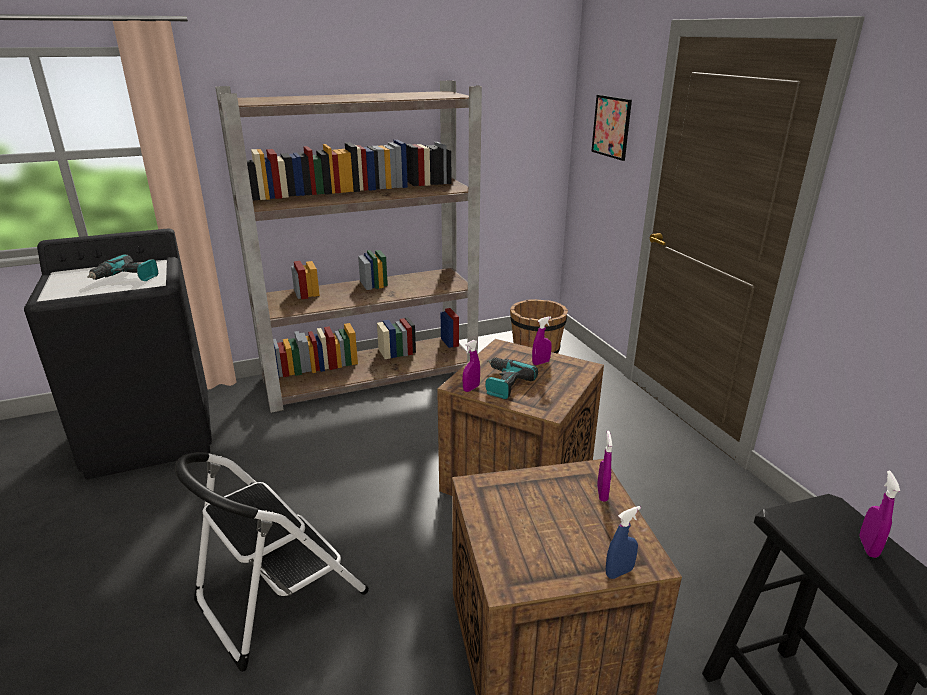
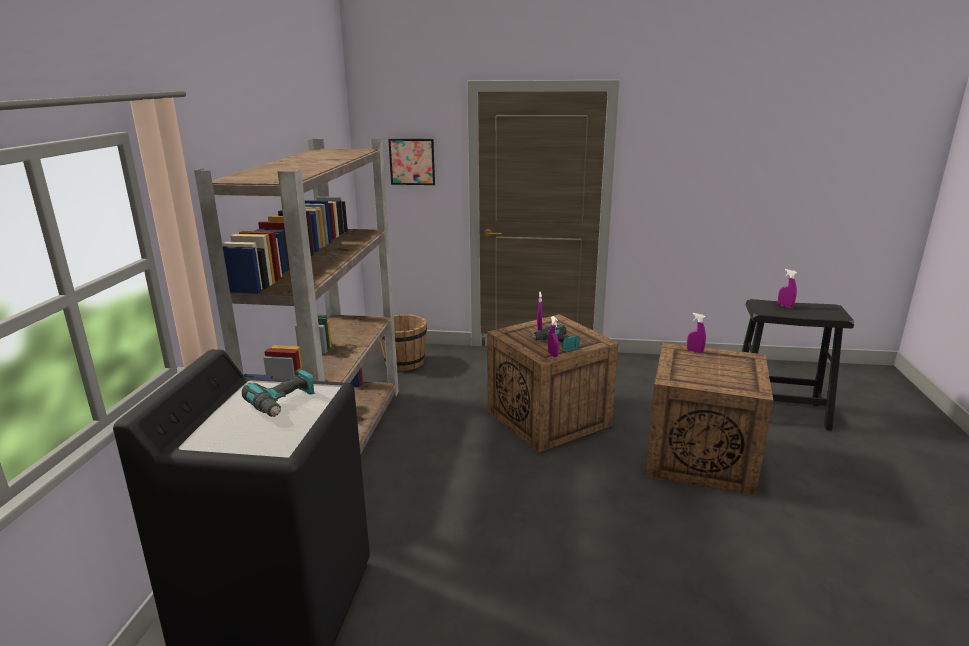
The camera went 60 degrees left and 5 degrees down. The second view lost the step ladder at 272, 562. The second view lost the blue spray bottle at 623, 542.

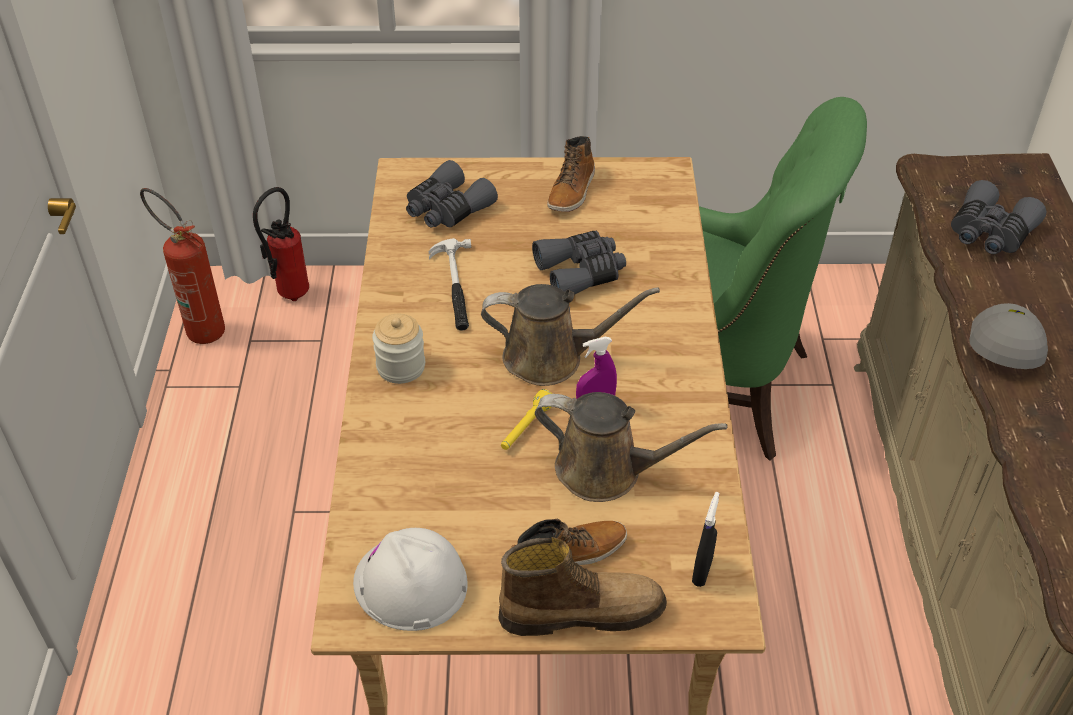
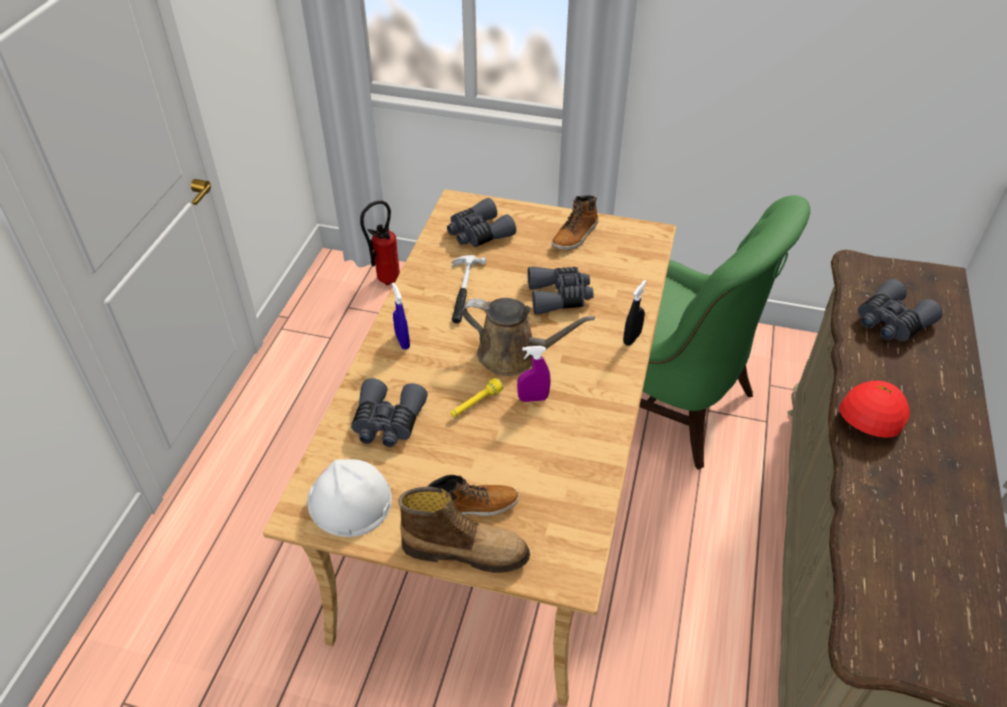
The camera went 15 degrees right and 0 degrees up. The second view gained the gray binoculars at 389, 412. Where the jar stood at 398, 349, the blue spray bottle came to stand at 401, 316. The blackish spray bottle ended up elsewhere, having gone from 706, 539 to 635, 313. What was the gray baseball cap at 1008, 336 turned into the reddish baseball cap at 874, 409. The second view lost the fire extinguisher at 182, 266. The second view lost the brown watering can at 631, 447.

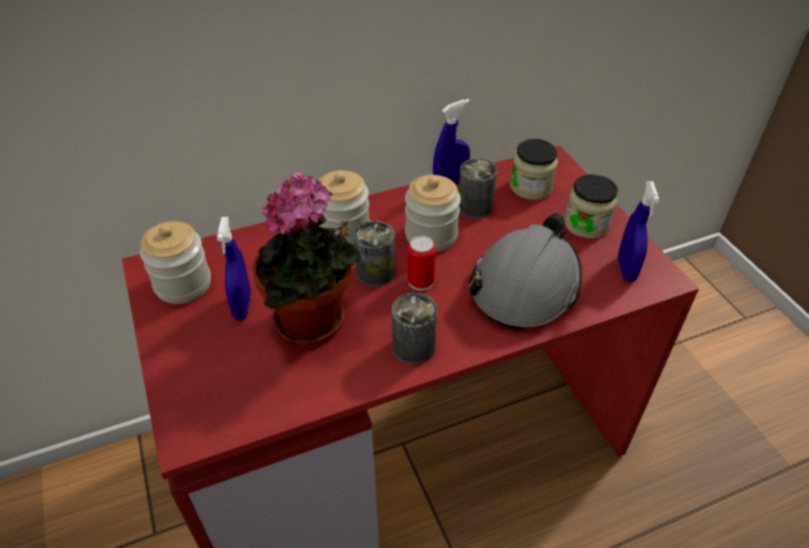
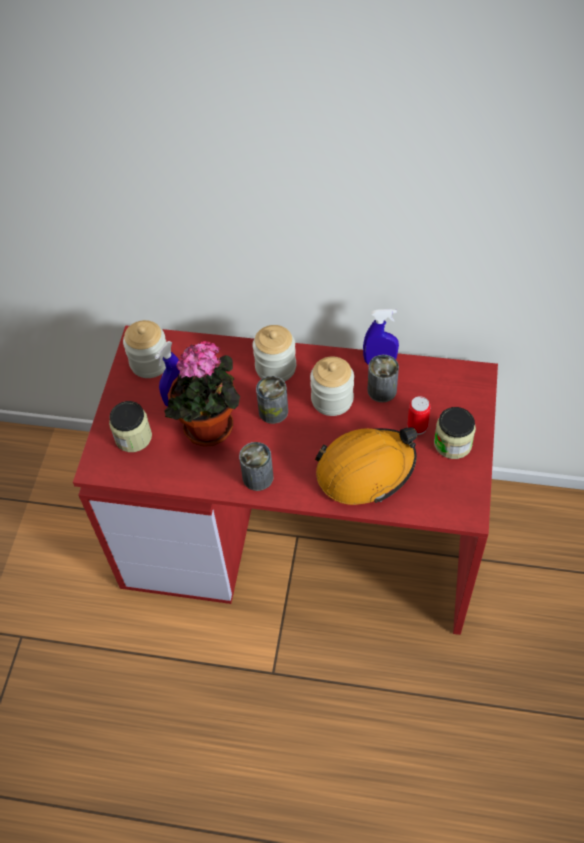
The camera went 35 degrees right and 10 degrees up. The jar ended up elsewhere, having gone from 534, 169 to 130, 426. What was the gray safety helmet at 525, 271 turned into the orange safety helmet at 366, 466. The metal can ended up elsewhere, having gone from 422, 263 to 419, 415. The second view lost the blue spray bottle at 638, 231.

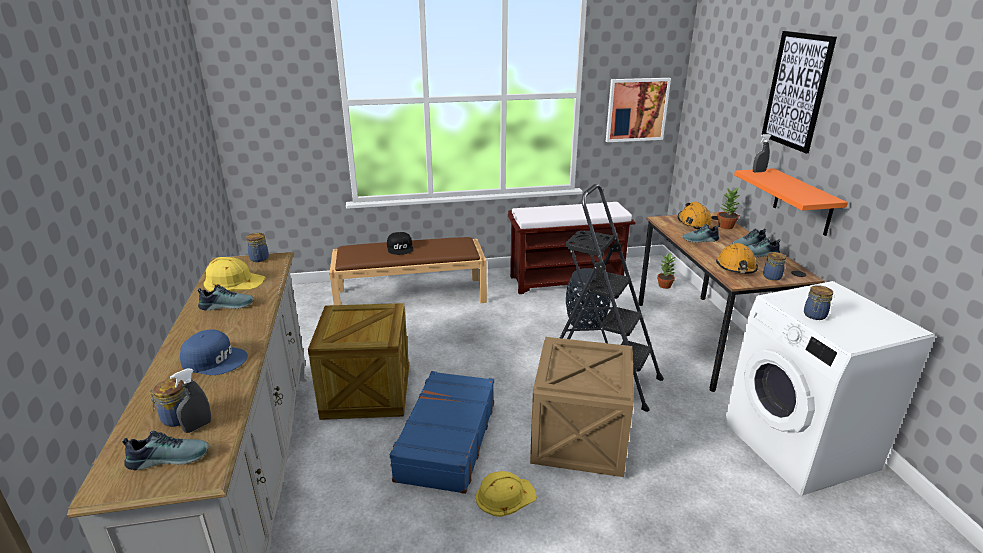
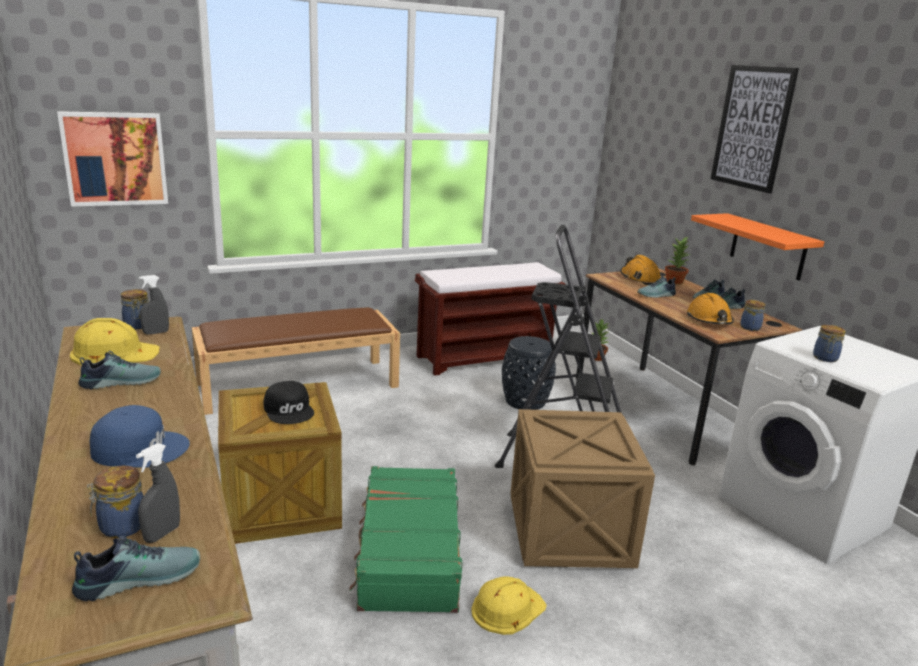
The camera went 15 degrees left and 5 degrees down. The picture ended up elsewhere, having gone from 638, 110 to 112, 159. The gray spray bottle ended up elsewhere, having gone from 762, 153 to 154, 304. The blackish baseball cap ended up elsewhere, having gone from 400, 243 to 289, 402. What was the blue travel case at 442, 432 turned into the greenish travel case at 405, 539.

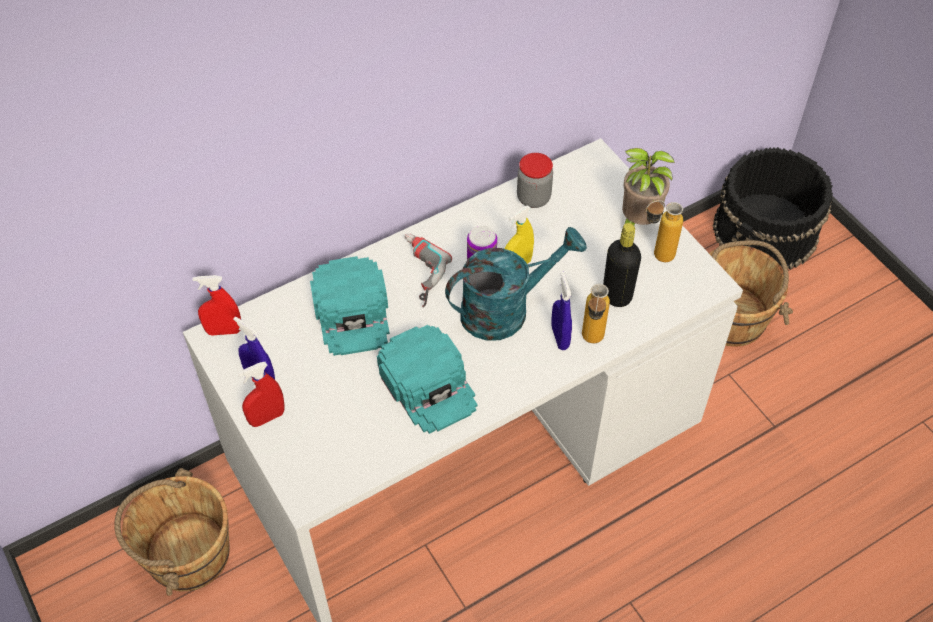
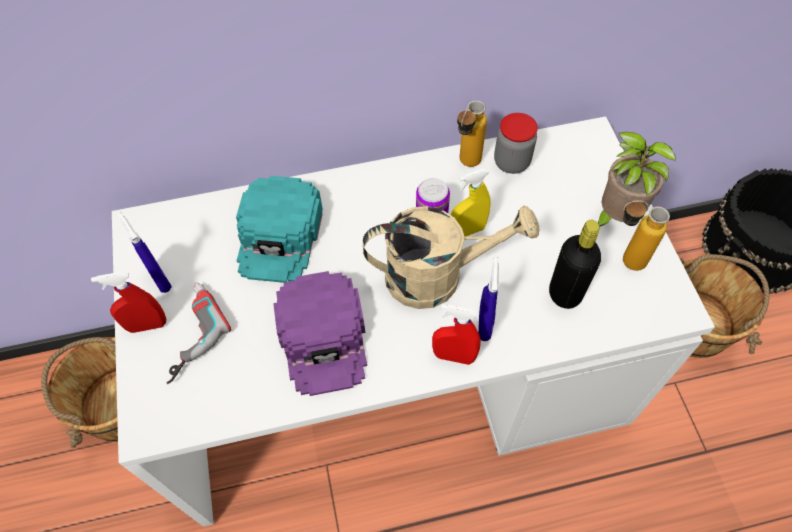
The camera went 20 degrees right and 5 degrees up. The electric drill ended up elsewhere, having gone from 428, 270 to 199, 333. What was the blue-green baseball cap at 427, 379 turned into the purple baseball cap at 320, 333. What was the blue-green watering can at 516, 284 turned into the sand-coloured watering can at 451, 257. The reddish spray bottle ended up elsewhere, having gone from 216, 305 to 456, 334. The drink bottle ended up elsewhere, having gone from 596, 313 to 472, 134.

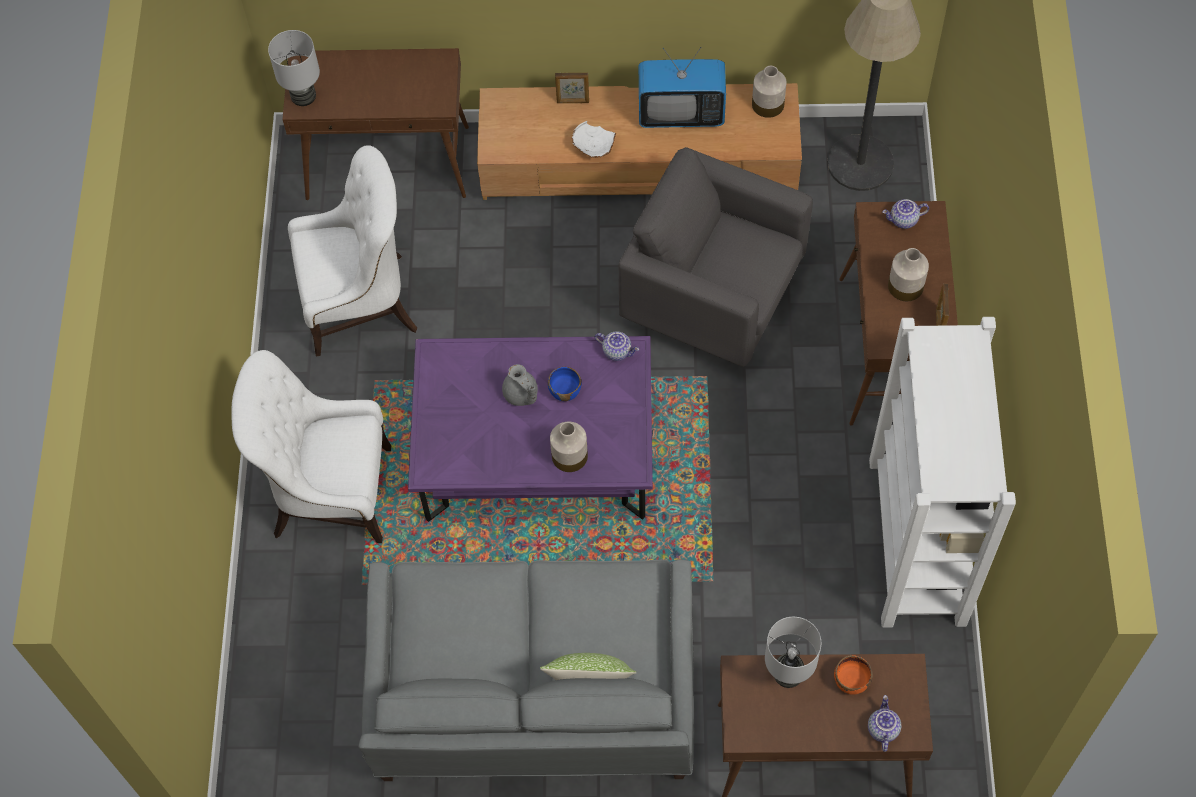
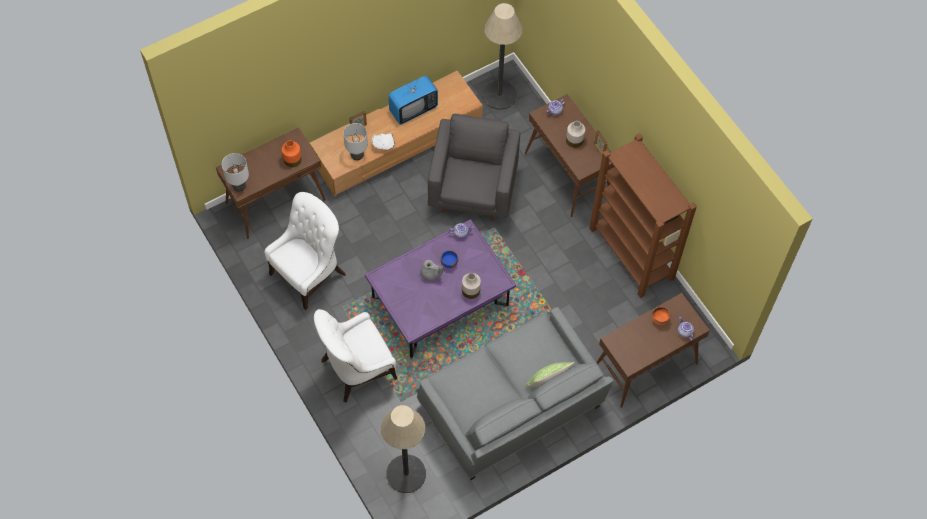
The camera went 35 degrees left and 0 degrees up. The second view gained the orange decorative vase at 292, 153. The gray tabletop lamp ended up elsewhere, having gone from 793, 652 to 355, 141. The second view gained the standing lamp at 403, 449. The gray armchair at 716, 257 ended up facing another way, 105 degrees clockwise from before. What was the white-coloured bookshelf at 942, 472 turned into the brown bookshelf at 643, 215. The second view lost the sand-coloured decorative vase at 769, 92.

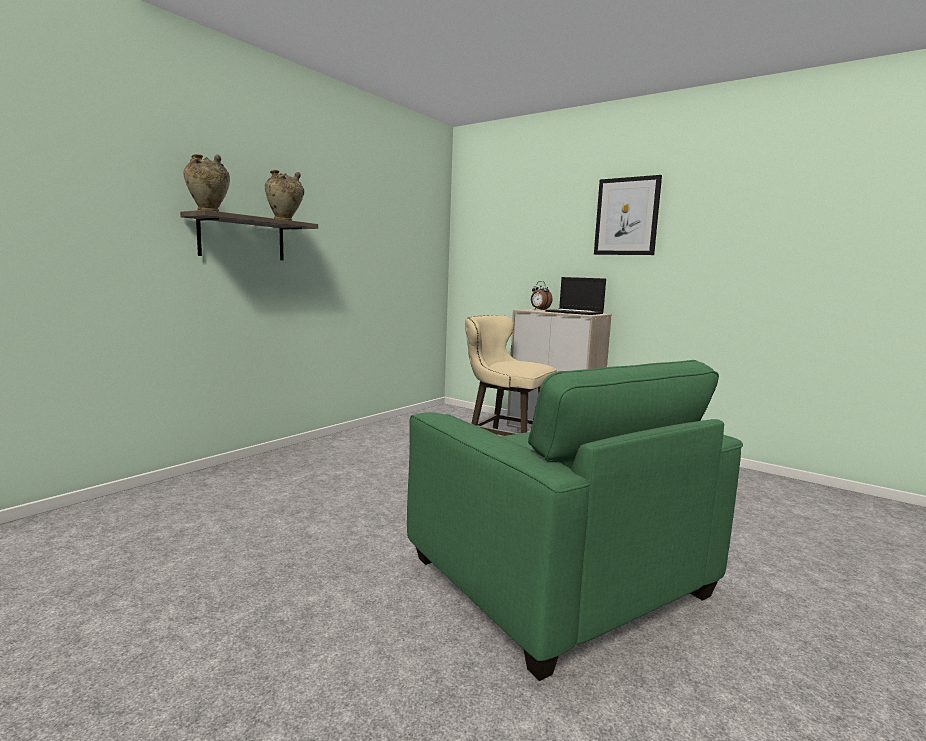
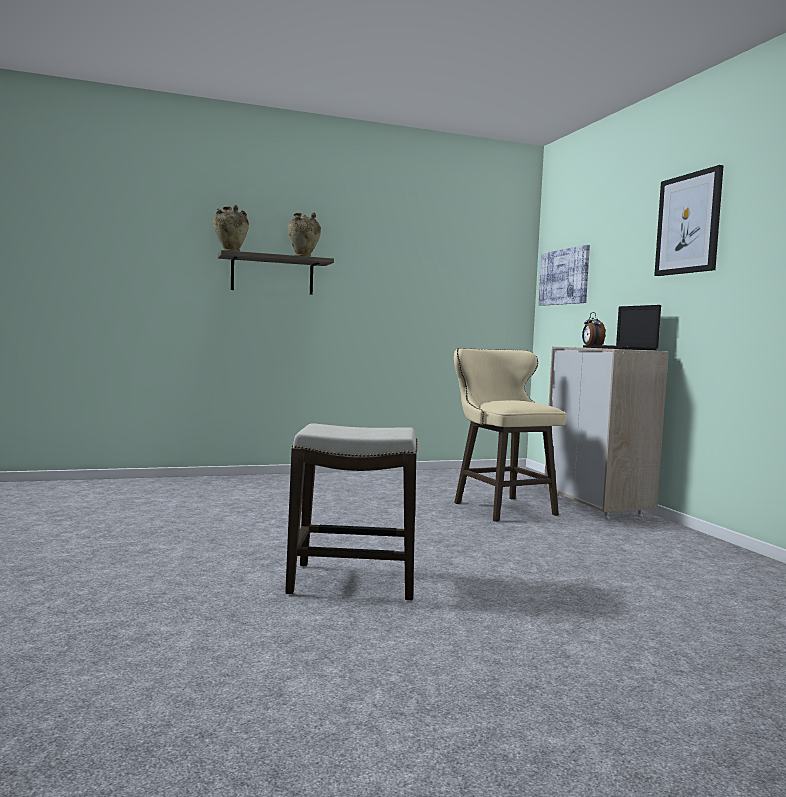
The camera went 35 degrees right and 5 degrees down. Where the greenish armchair stood at 575, 520, the stool seat came to stand at 351, 511. The second view gained the picture at 564, 275.

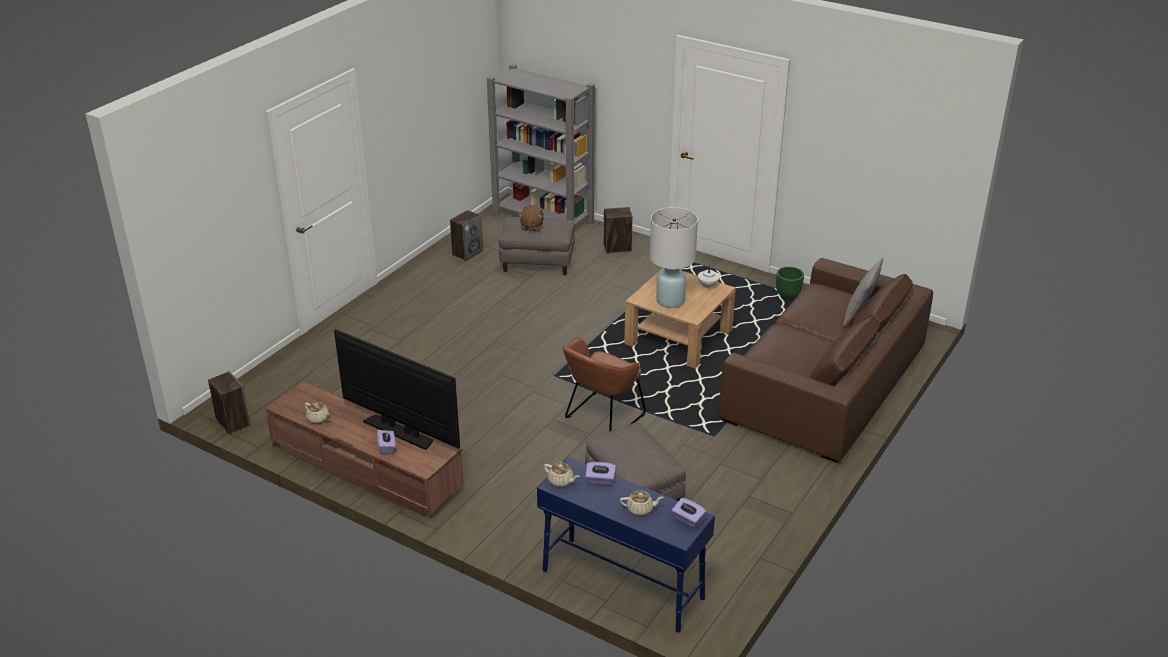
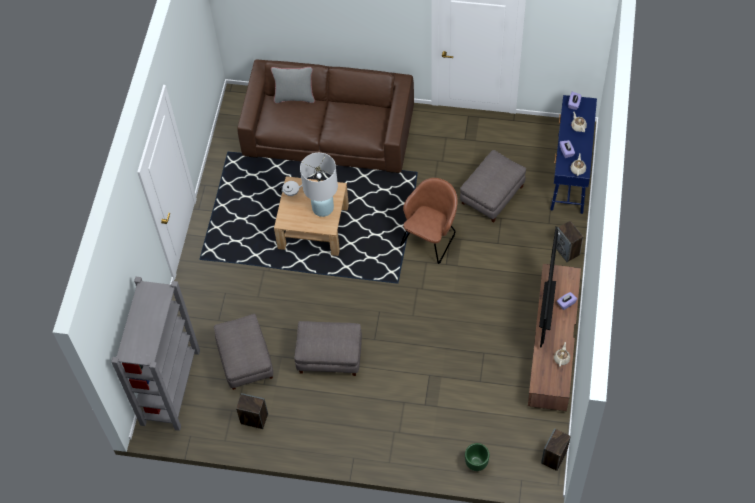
The camera went 110 degrees left and 25 degrees up. The second view gained the gray ottoman at 328, 348. The brown armchair at 604, 385 ended up facing another way, 75 degrees counterclockwise from before. The greenish planter ended up elsewhere, having gone from 790, 283 to 477, 457. The speaker ended up elsewhere, having gone from 618, 230 to 569, 241. The second view lost the brown cuddly toy at 531, 218.

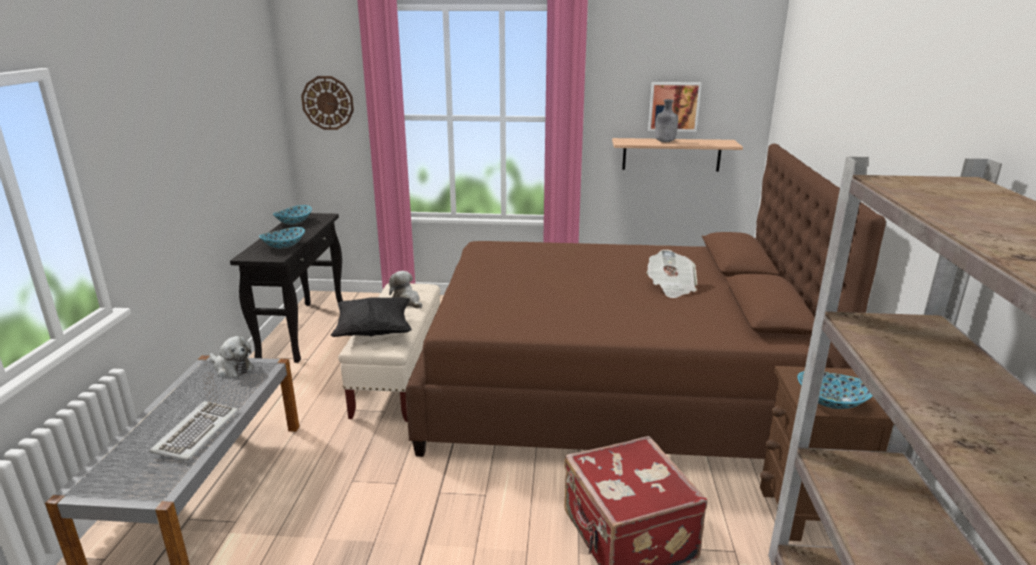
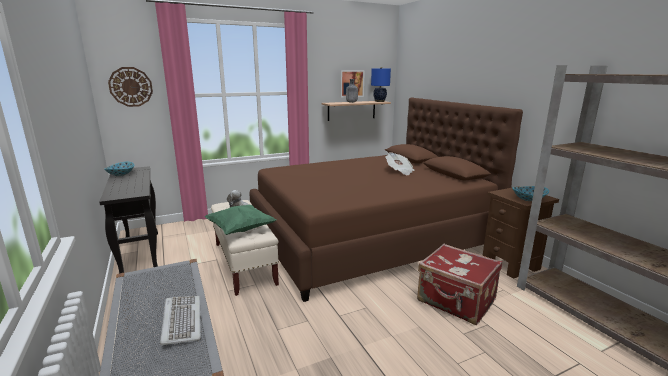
The camera went 30 degrees left and 5 degrees down. What was the blackish pillow at 371, 317 turned into the greenish pillow at 240, 220. The second view gained the blue tabletop lamp at 381, 84. The second view lost the cuddly toy at 231, 356. The second view lost the bowl at 282, 238.

